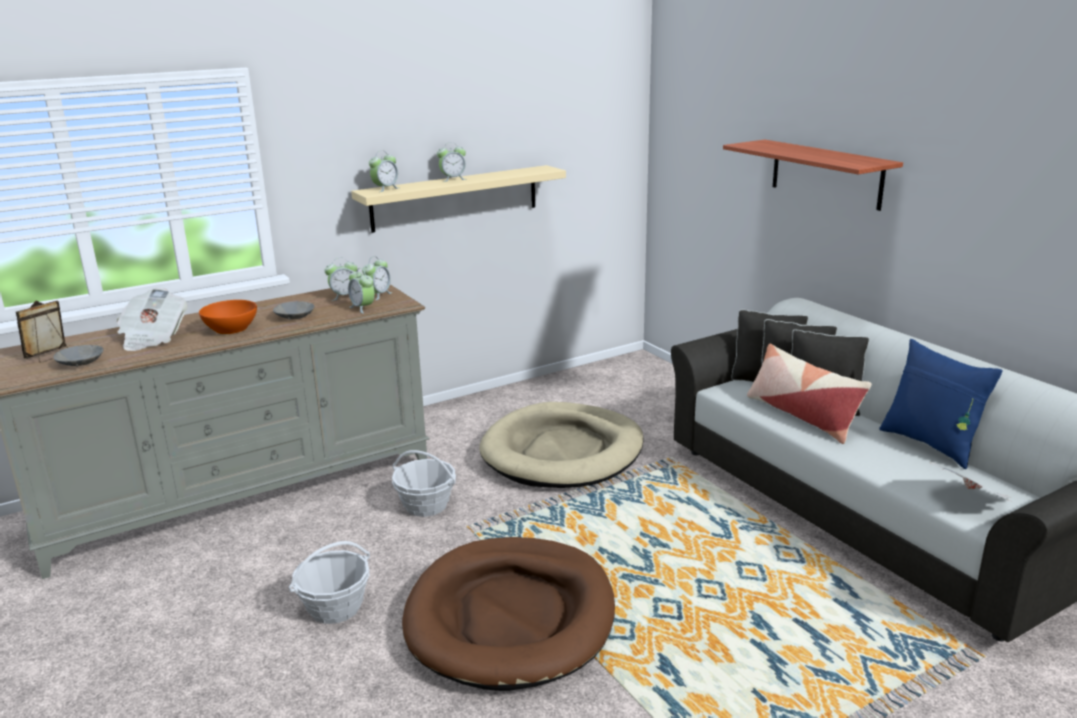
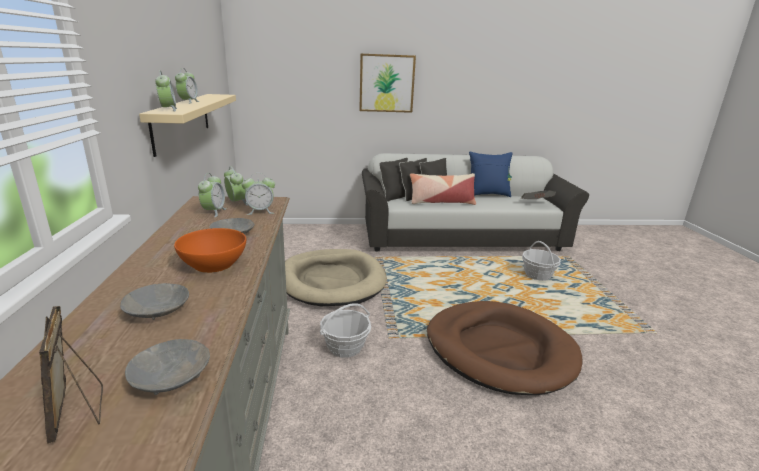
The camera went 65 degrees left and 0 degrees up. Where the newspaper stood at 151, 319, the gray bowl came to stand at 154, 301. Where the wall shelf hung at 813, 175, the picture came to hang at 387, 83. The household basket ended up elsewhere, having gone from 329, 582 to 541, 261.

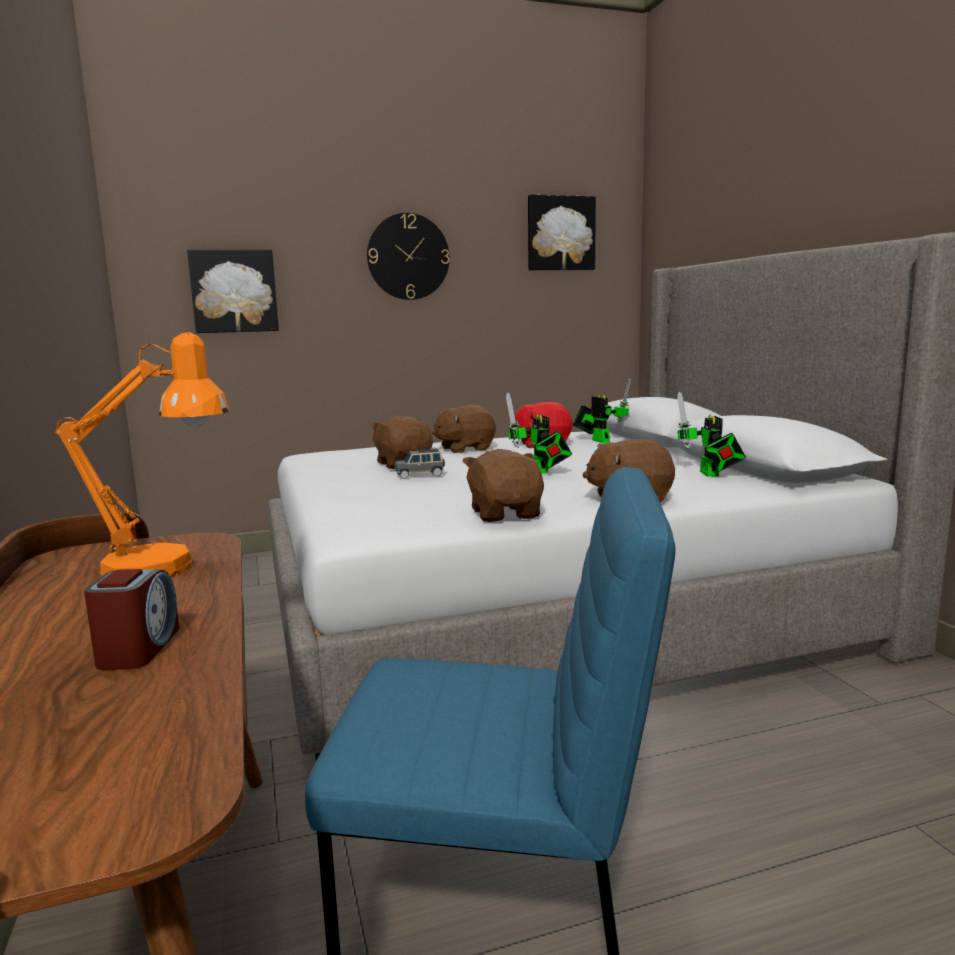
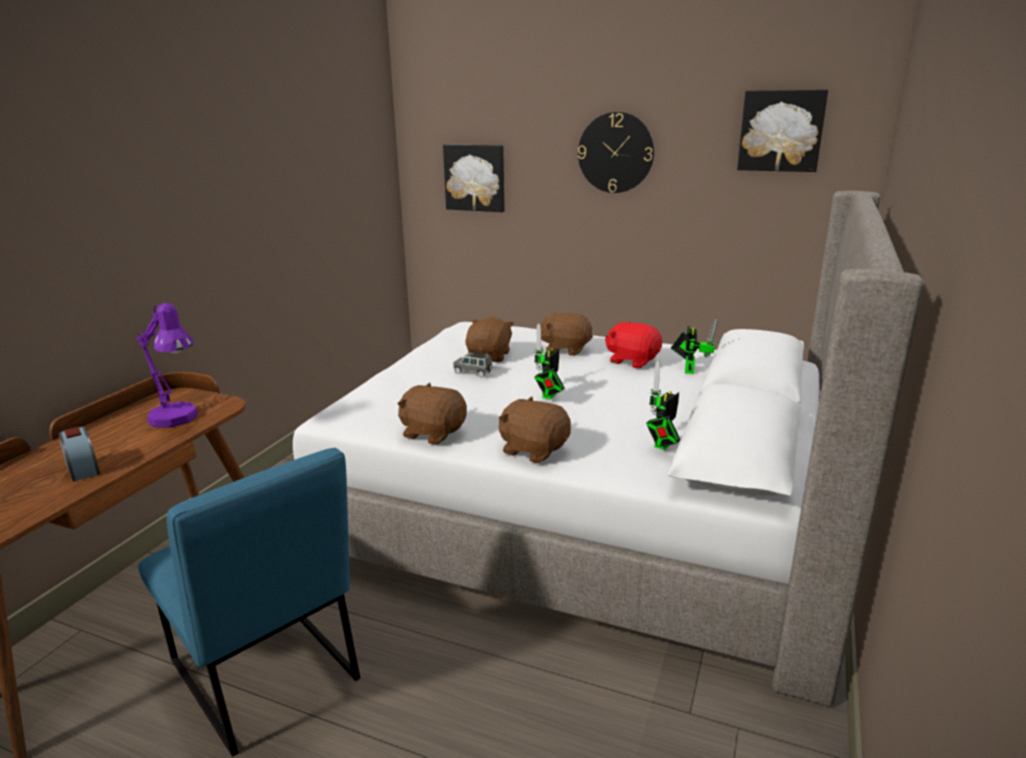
The camera went 40 degrees right and 10 degrees up. The bedside clock at 132, 619 ended up facing another way, 105 degrees clockwise from before. What was the orange tabletop lamp at 142, 454 turned into the purple tabletop lamp at 167, 365. The brown cuddly toy at 503, 485 ended up facing another way, 90 degrees counterclockwise from before.

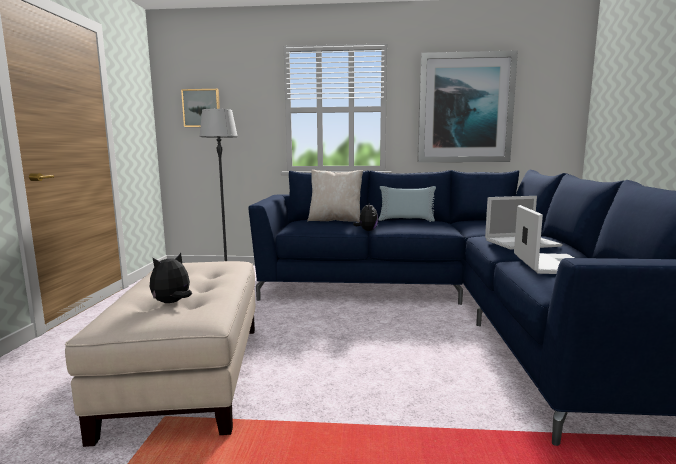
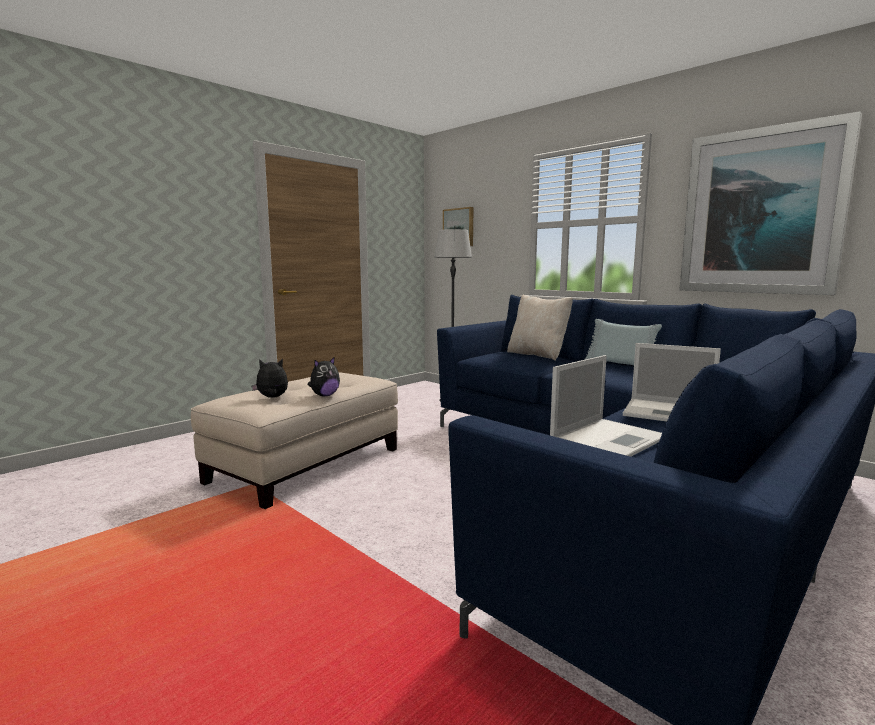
The camera went 40 degrees right and 0 degrees up. The cuddly toy ended up elsewhere, having gone from 365, 216 to 323, 377.

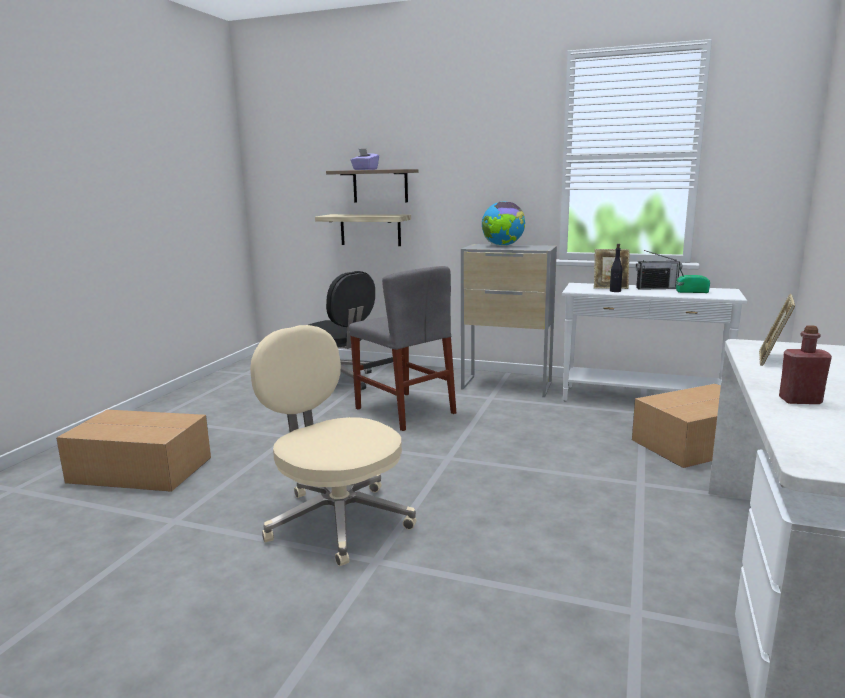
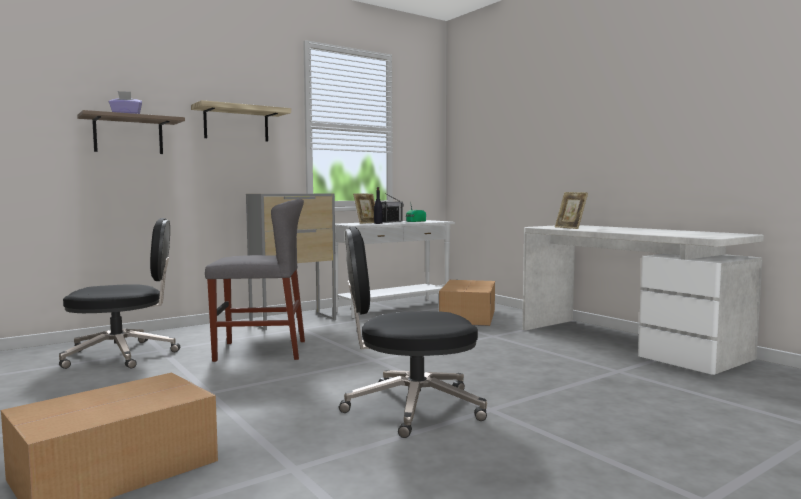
The camera went 55 degrees left and 10 degrees down. The wall shelf ended up elsewhere, having gone from 363, 230 to 241, 121. What was the sand-coloured desk chair at 333, 445 turned into the blackish desk chair at 413, 332. The second view lost the world globe at 503, 223. The second view lost the reddish drink bottle at 805, 364.

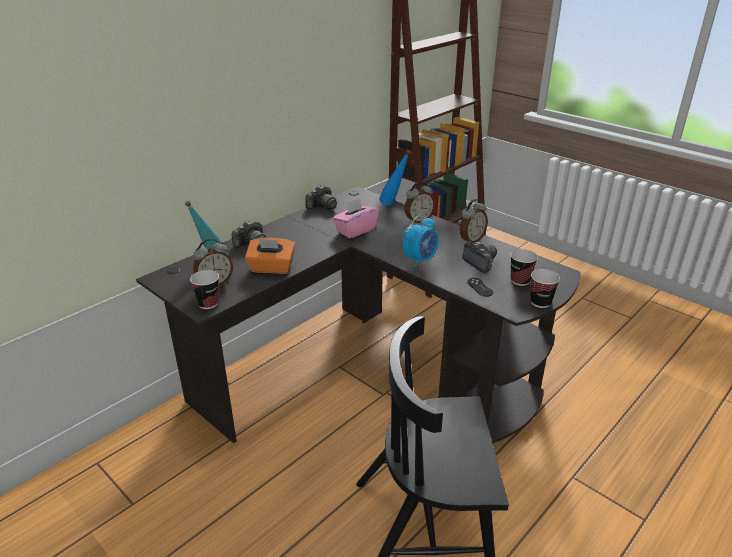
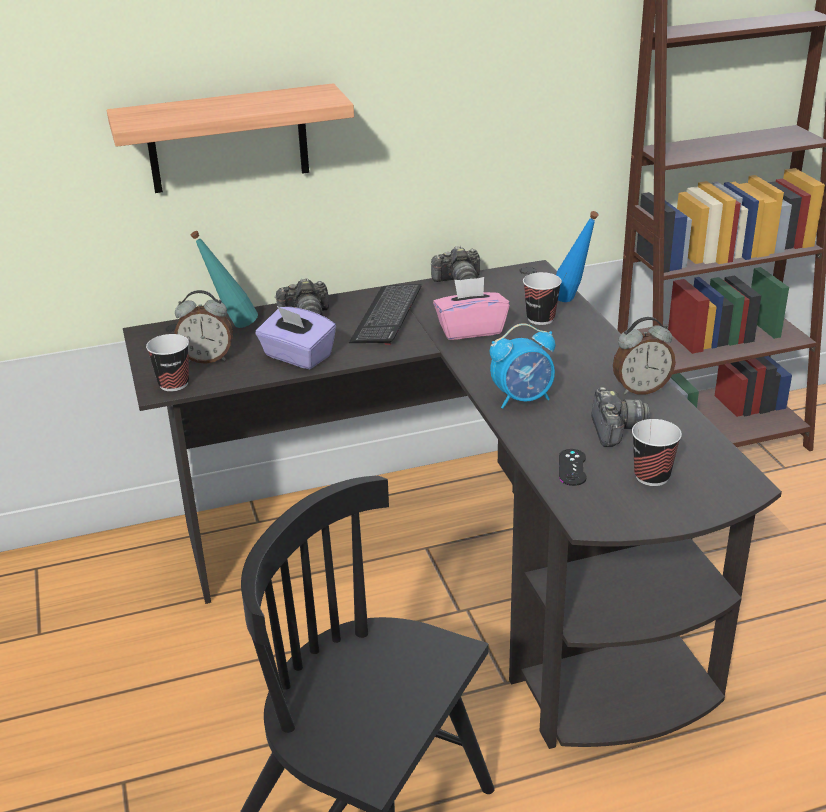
The camera went 30 degrees right and 0 degrees up. The second view gained the wall shelf at 230, 138. What was the orange tissue box at 270, 256 turned into the purple tissue box at 296, 337. The second view gained the keyboard at 385, 314. The small cup ended up elsewhere, having gone from 545, 288 to 542, 298. The second view lost the bedside clock at 419, 202.

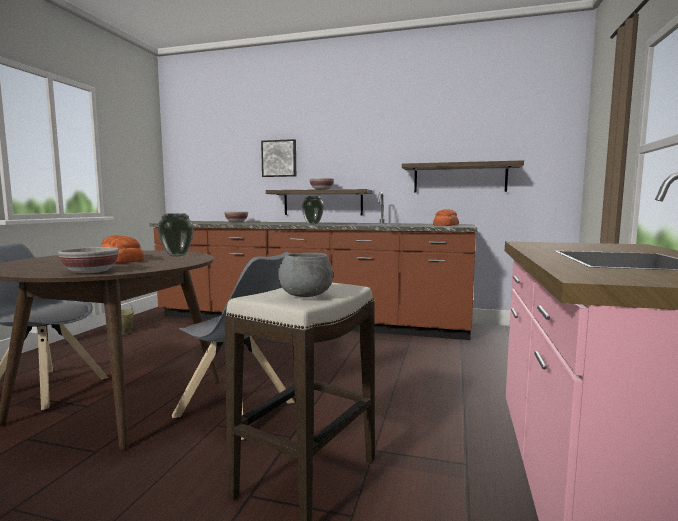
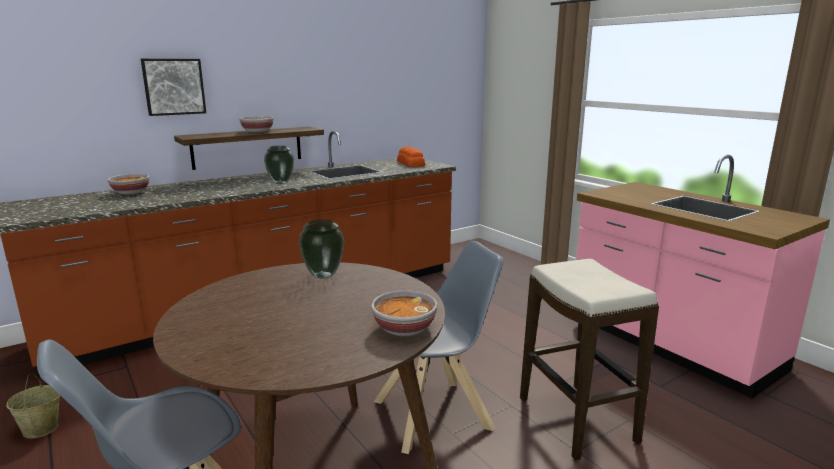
The camera went 50 degrees left and 10 degrees up. The second view lost the baked bread at 123, 249. The second view lost the gray bowl at 305, 275. The second view lost the wall shelf at 463, 176.

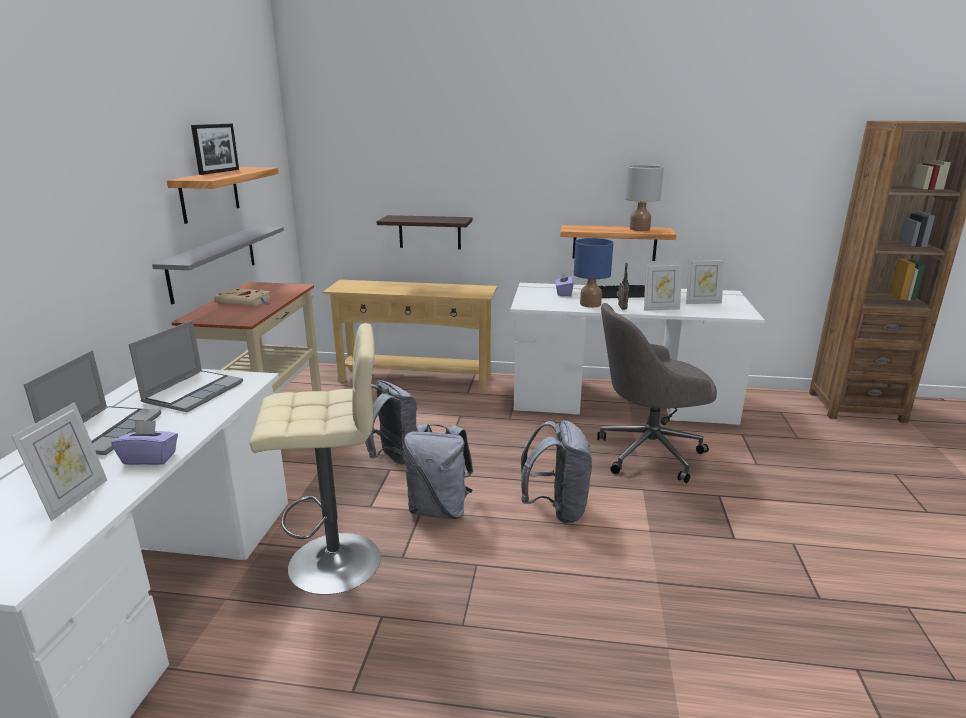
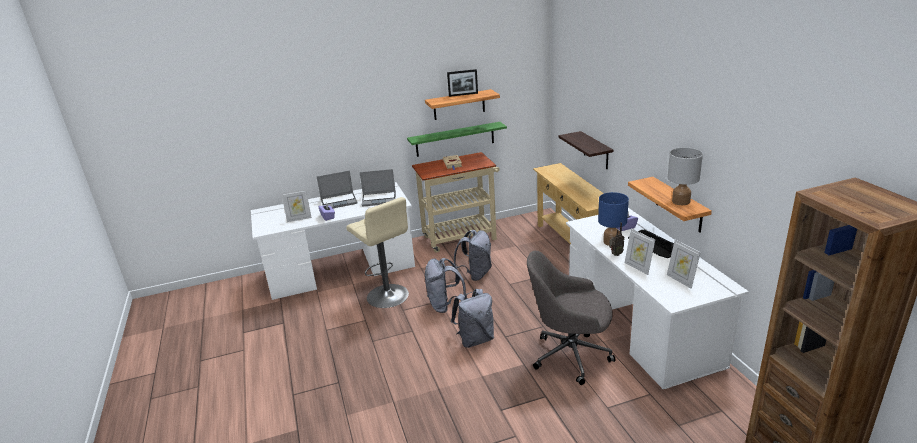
The camera went 65 degrees right and 5 degrees up. What was the gray wall shelf at 218, 265 turned into the greenish wall shelf at 457, 139. The gray desk chair at 657, 393 ended up facing another way, 45 degrees counterclockwise from before.

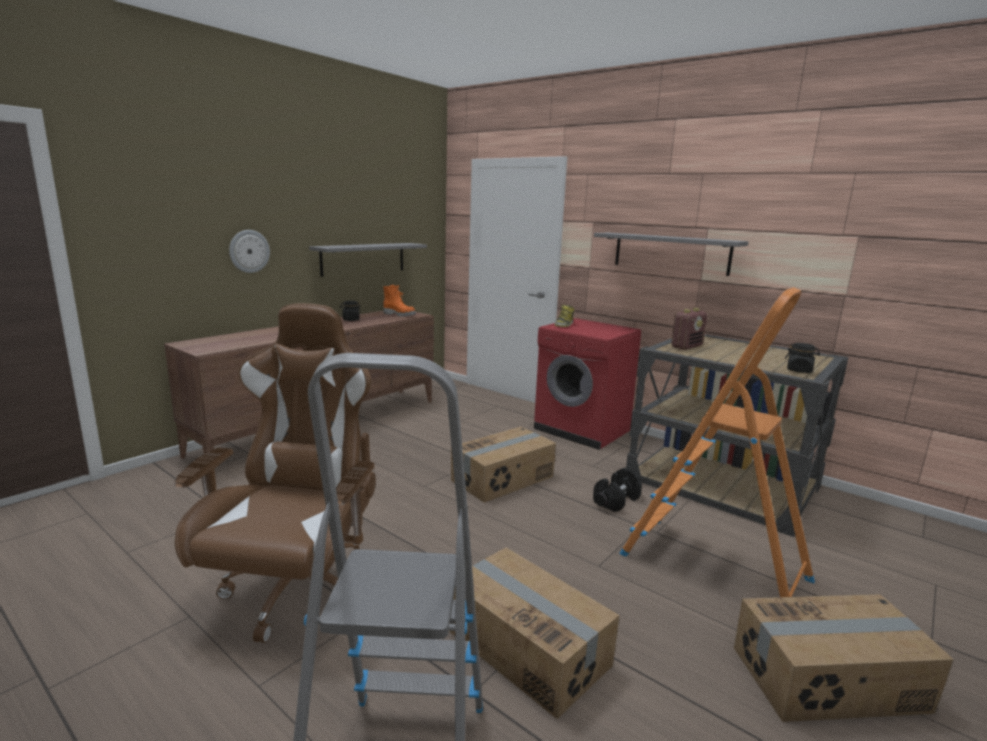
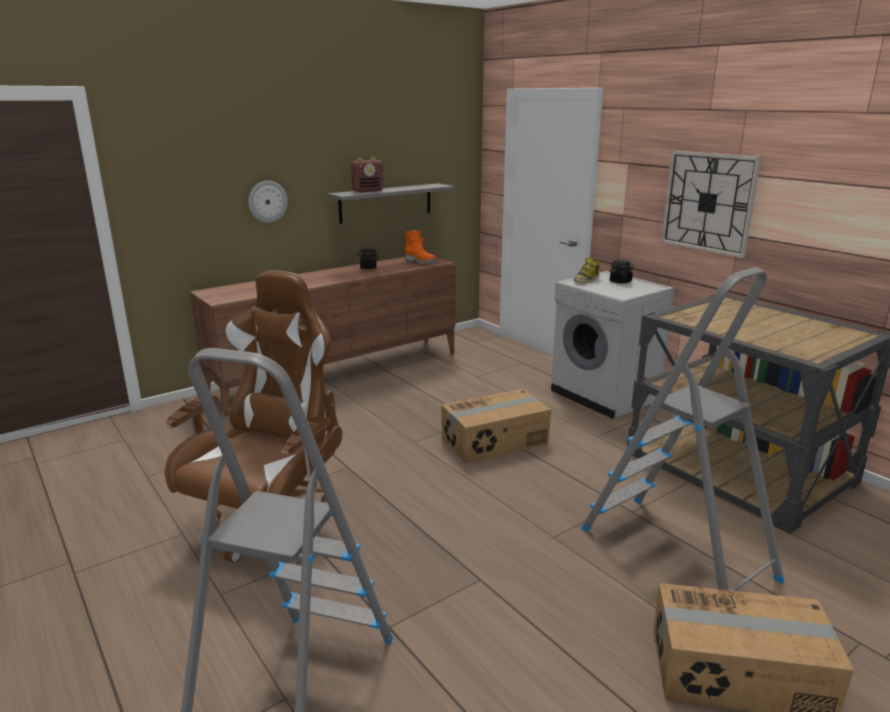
The camera went 15 degrees right and 5 degrees up. The radio set ended up elsewhere, having gone from 689, 329 to 367, 175. What was the reddish washing machine at 587, 384 turned into the white-coloured washing machine at 612, 345. What was the orange step ladder at 717, 442 turned into the gray step ladder at 682, 429. The blackish jar ended up elsewhere, having gone from 802, 358 to 622, 272. Where the gray wall shelf hung at 671, 254, the clock on the wall came to hang at 711, 204. The second view lost the packing box at 534, 633. The second view lost the blackish hand weight at 617, 490.

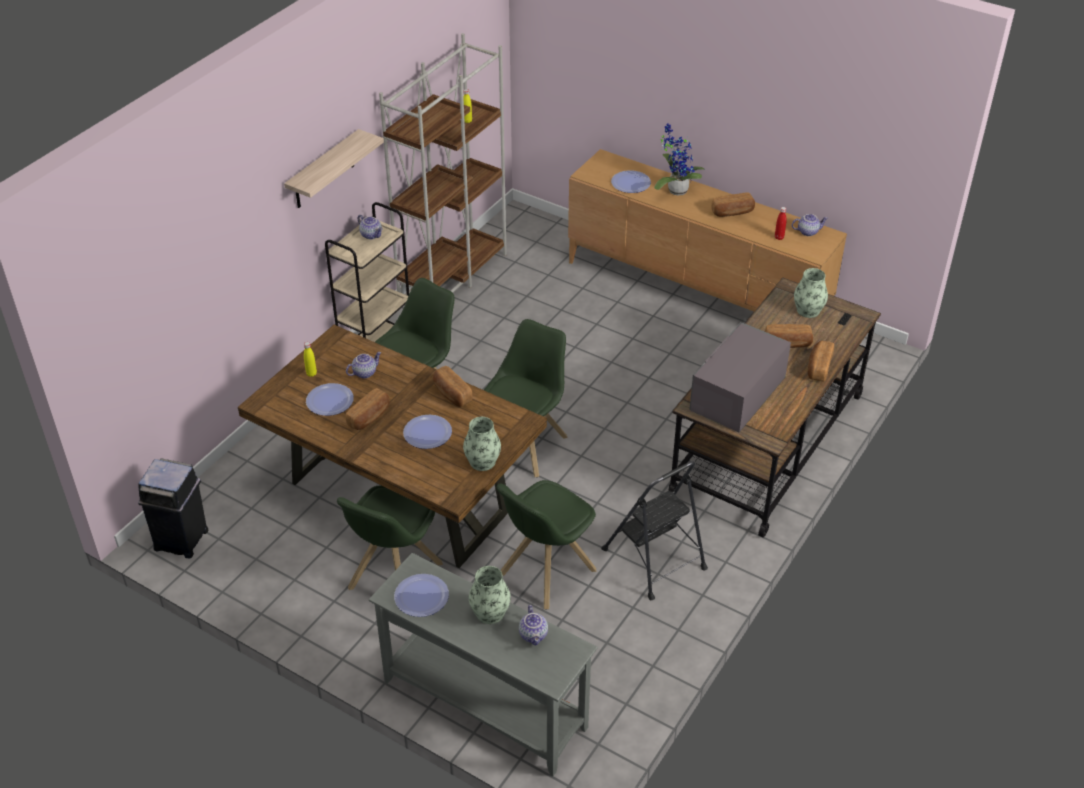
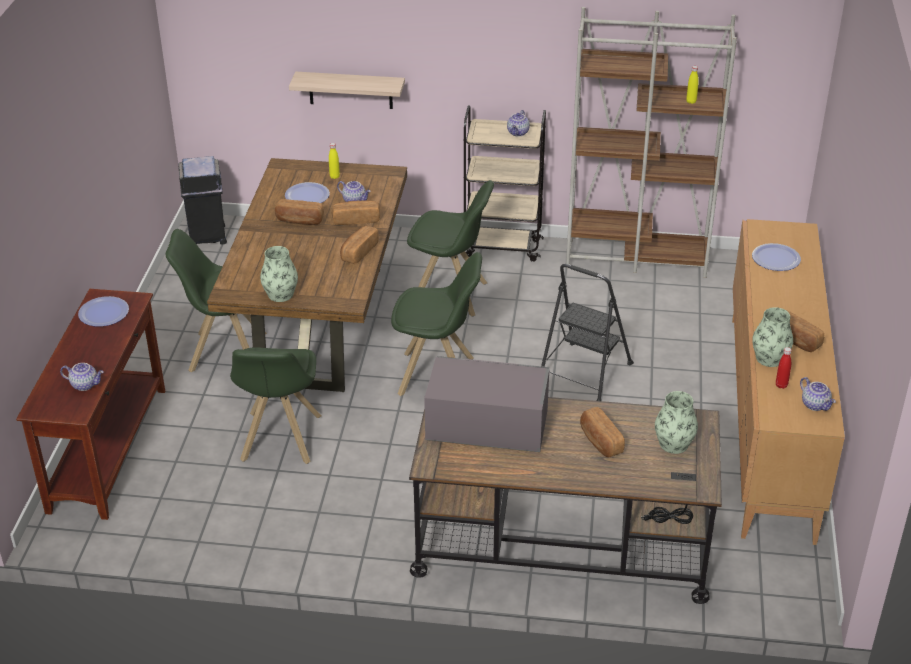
The camera went 65 degrees right and 5 degrees down. What was the gray narrow table at 483, 664 turned into the brown narrow table at 90, 404. The tea pot at 533, 625 ended up facing another way, 135 degrees counterclockwise from before. The greenish plain chair at 546, 544 ended up facing another way, 105 degrees counterclockwise from before. The wall shelf ended up elsewhere, having gone from 334, 168 to 347, 90. The baked bread ended up elsewhere, having gone from 821, 361 to 355, 212. The blackish step ladder ended up elsewhere, having gone from 654, 530 to 587, 332. The decorative vase ended up elsewhere, having gone from 490, 595 to 772, 337. The second view lost the dinner plate at 427, 432. The second view lost the potted plant at 679, 159.

